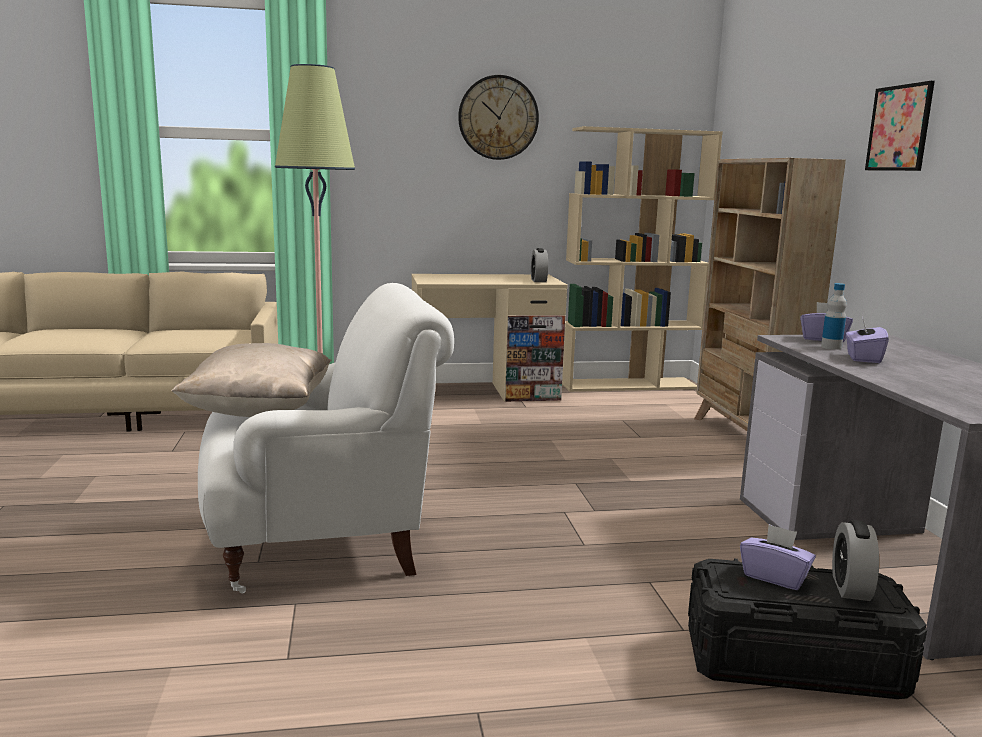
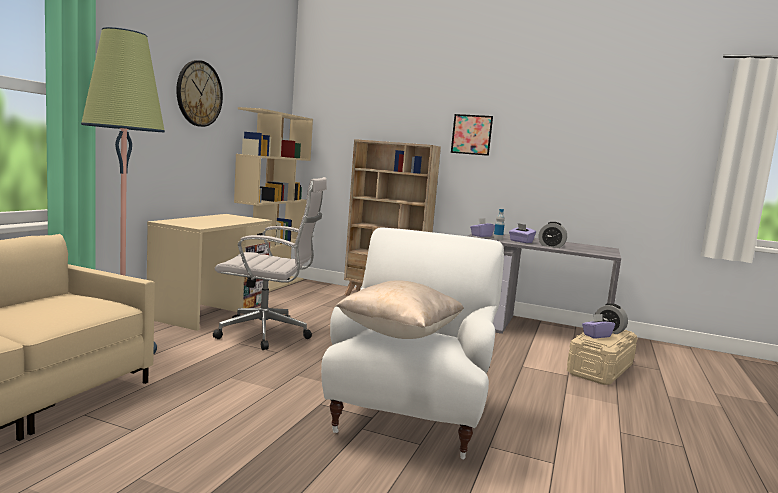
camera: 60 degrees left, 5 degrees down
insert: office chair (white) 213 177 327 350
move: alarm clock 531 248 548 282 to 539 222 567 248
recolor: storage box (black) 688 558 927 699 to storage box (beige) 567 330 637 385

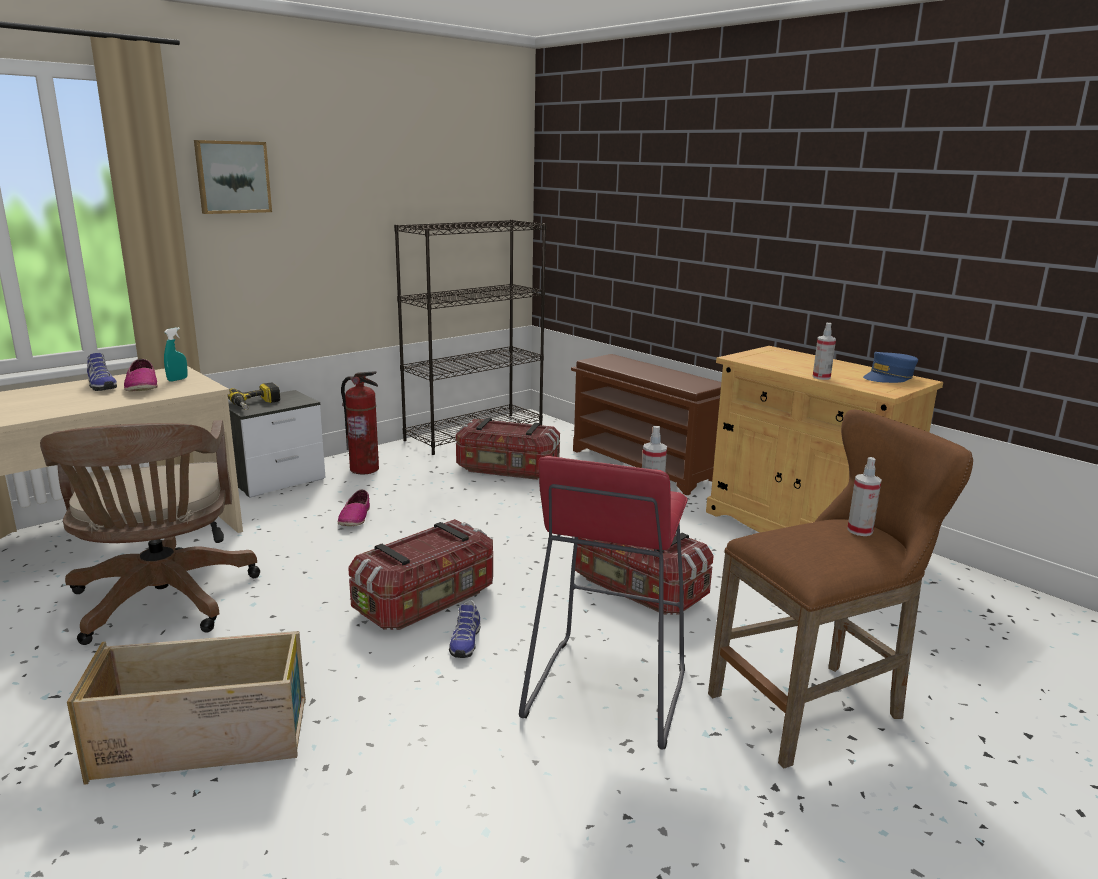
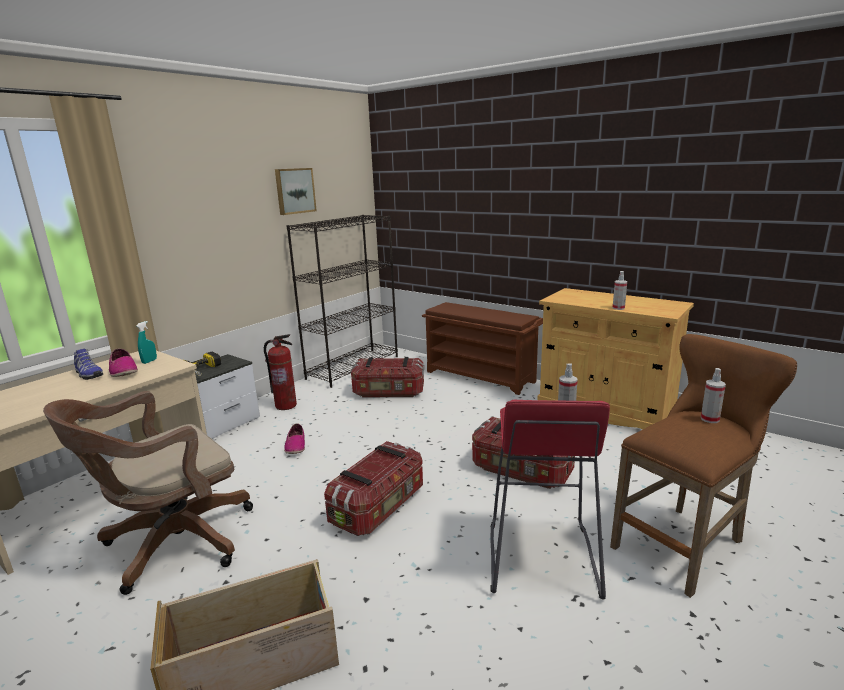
camera: 10 degrees left, 0 degrees up
delete: shoe 449 600 480 658; cap (blue) 863 352 918 383
move: picture 194 140 272 214 to 275 168 317 215
rotate: office chair (brown) 40 420 260 645 = 43 391 253 595 75 degrees clockwise

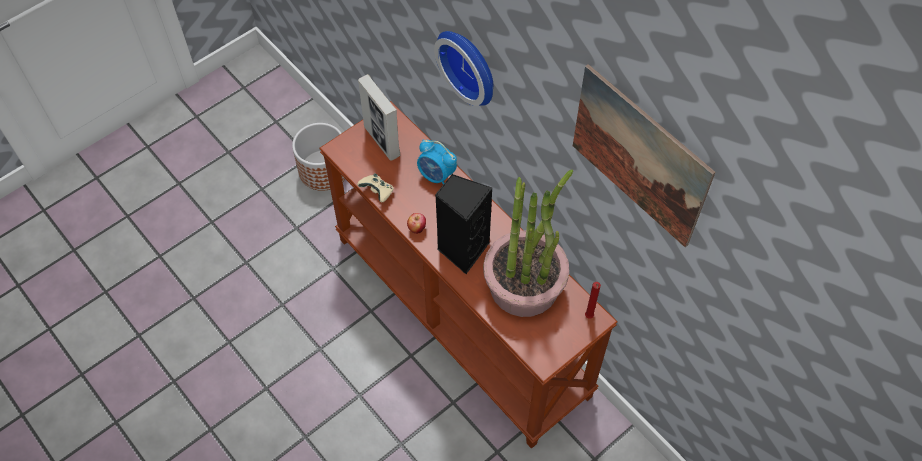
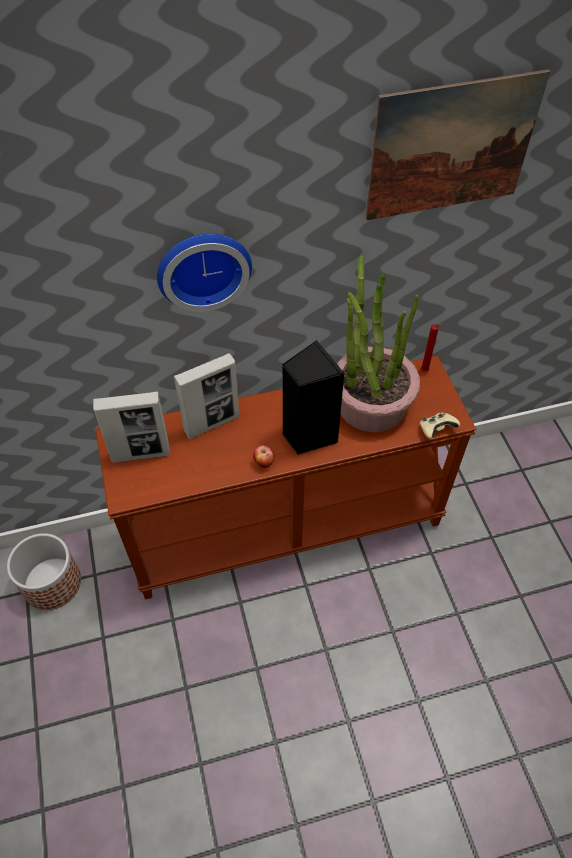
camera: 65 degrees left, 5 degrees down
move: game controller (beige) 357 173 394 202 to 420 412 460 439
replace: alarm clock 417 139 457 185 to picture frame 174 353 239 439

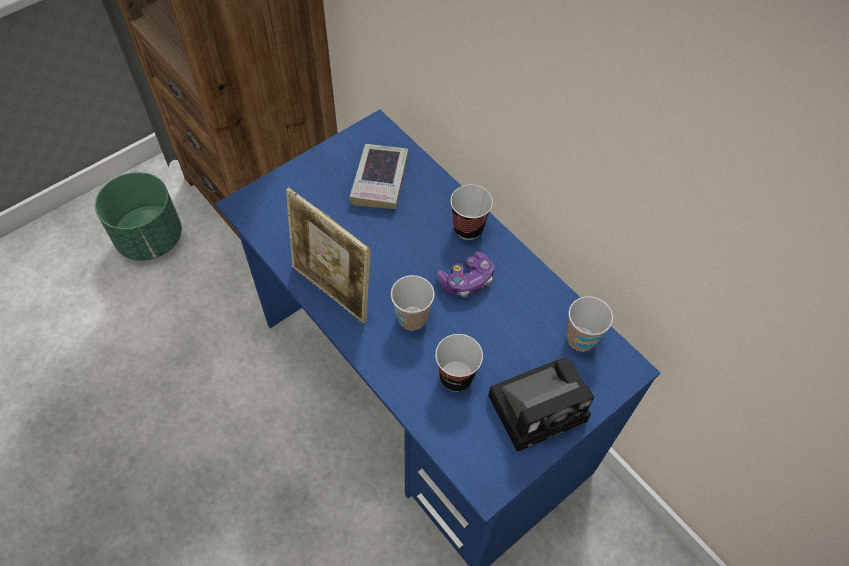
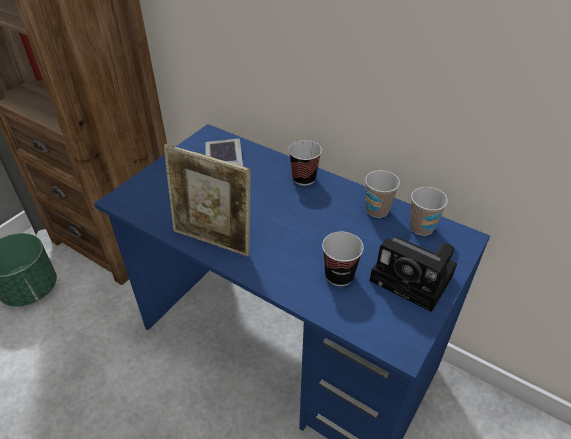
camera: 15 degrees left, 15 degrees down
delete: game controller 437 252 494 297
move: cup 391 275 435 331 to 365 170 400 218
rotate: photo camera 488 358 594 452 = 370 237 457 312 75 degrees clockwise

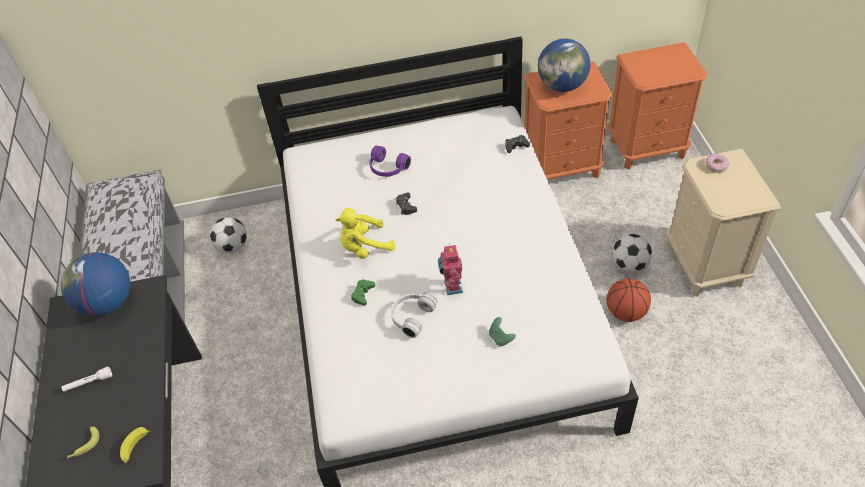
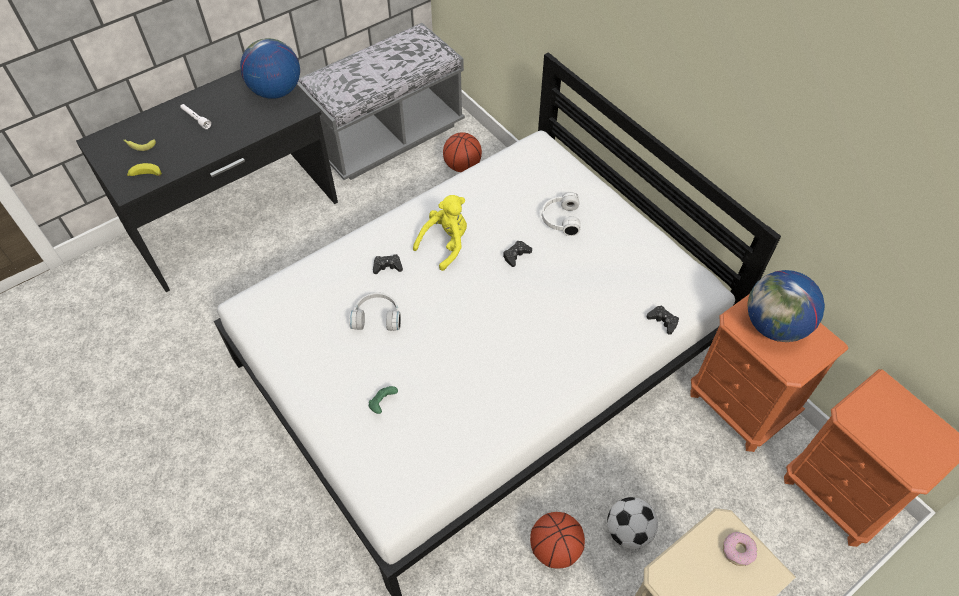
camera: 60 degrees right, 5 degrees up
delete: toy robot 438 243 463 295
replace: football 210 217 247 253 to basketball 443 132 482 172
recolor: game controller (green) 351 279 375 306 to game controller (black) 373 254 403 274; headphones (purple) 369 146 411 177 to headphones (white) 542 192 581 236
rotate: plush toy (yellow) 336 208 395 259 = 413 195 467 271 90 degrees clockwise

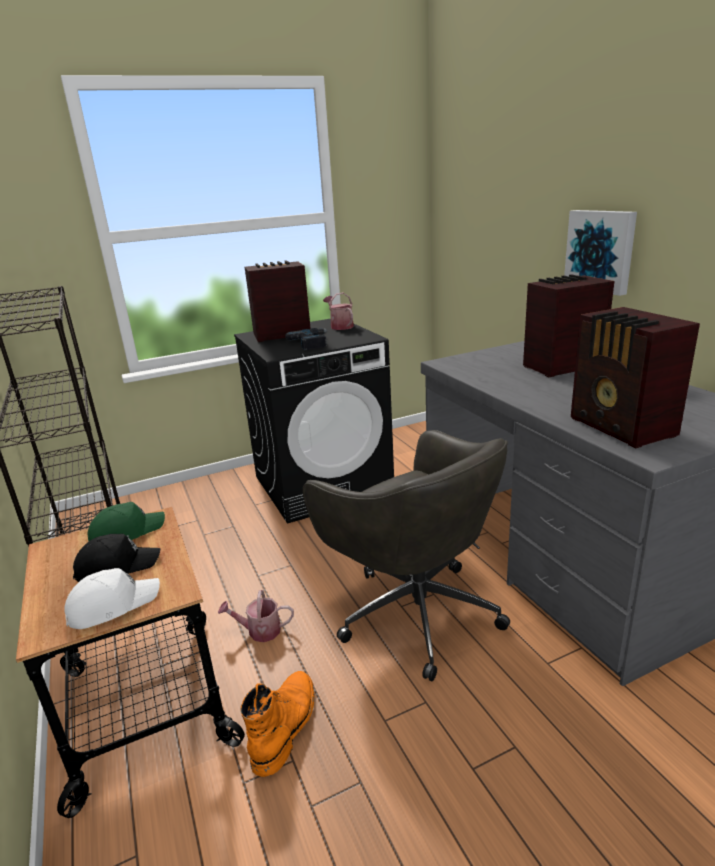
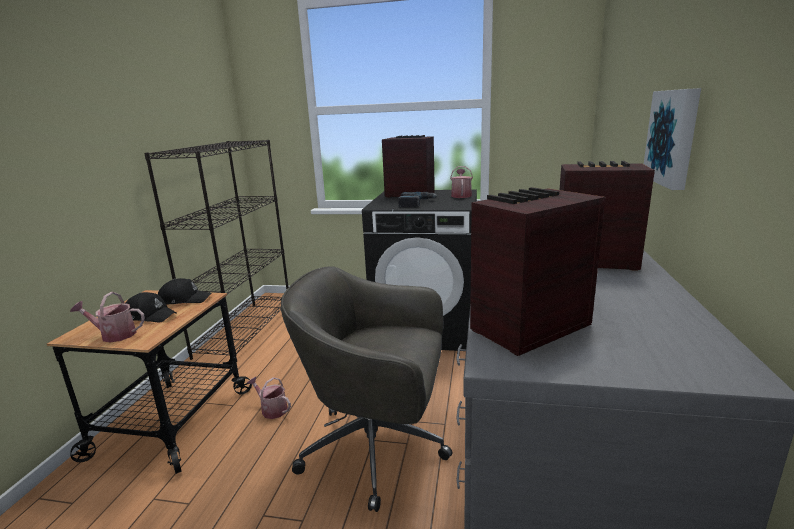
camera: 35 degrees right, 5 degrees down
delete: boot (orange) 240 671 314 777
replace: cap (white) 64 568 160 629 to watering can 70 292 145 342
recolor: cap (green) 87 502 165 542 to cap (black) 158 278 212 304
rotate: office chair (grey) 303 430 510 681 = 281 266 452 512 105 degrees clockwise; radio 571 307 700 449 = 470 187 605 356 45 degrees clockwise

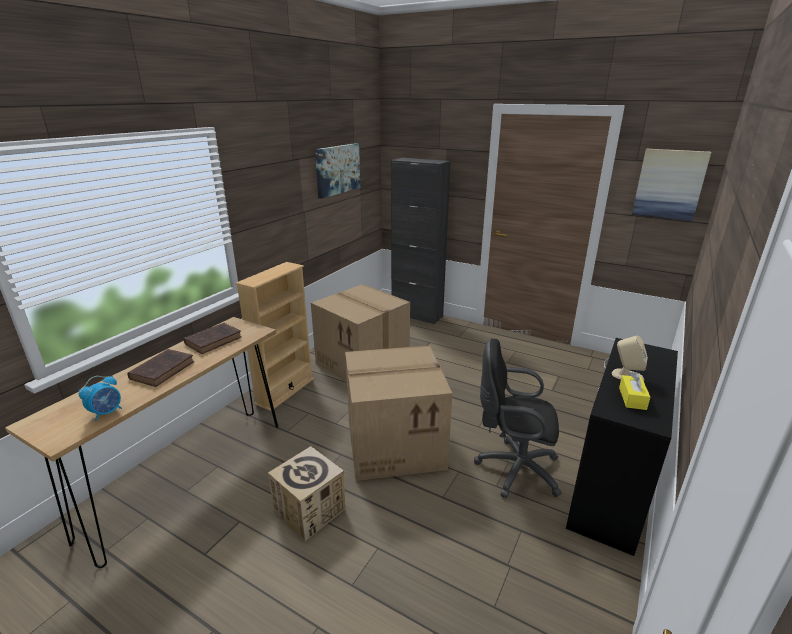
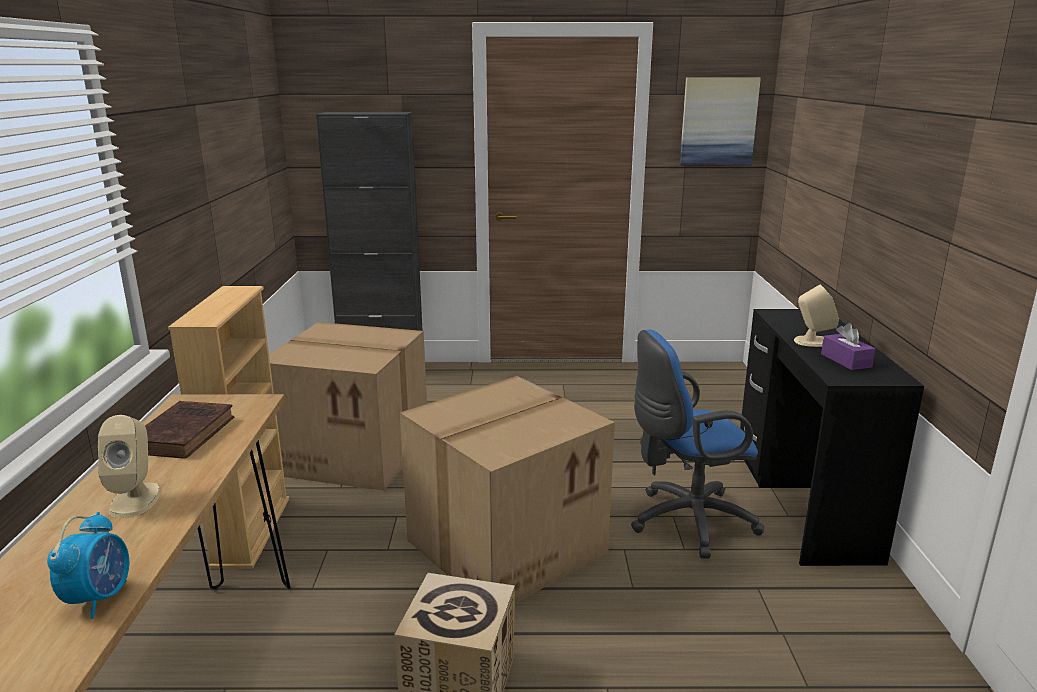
camera: 30 degrees left, 5 degrees down
delete: picture 315 143 360 199
replace: book (brown) 127 349 194 387 to speaker (beige) 98 415 161 518
recolor: office chair (black) 474 338 562 498 to office chair (blue) 631 329 764 559; tissue box (yellow) 619 372 650 410 to tissue box (purple) 821 323 875 370

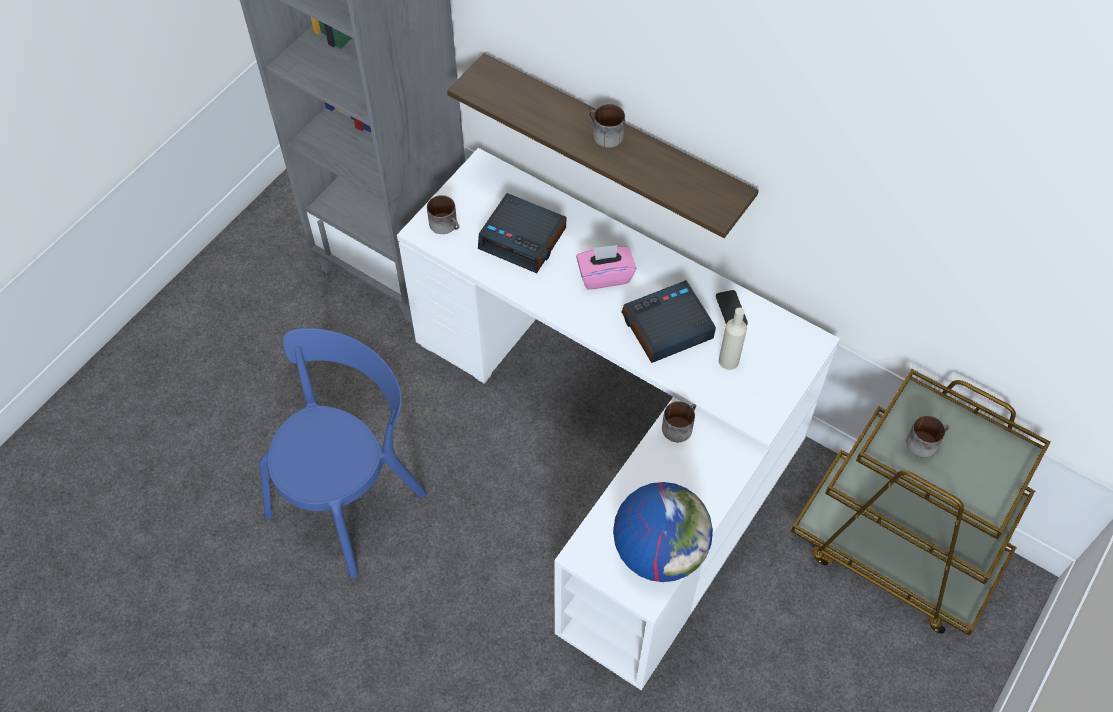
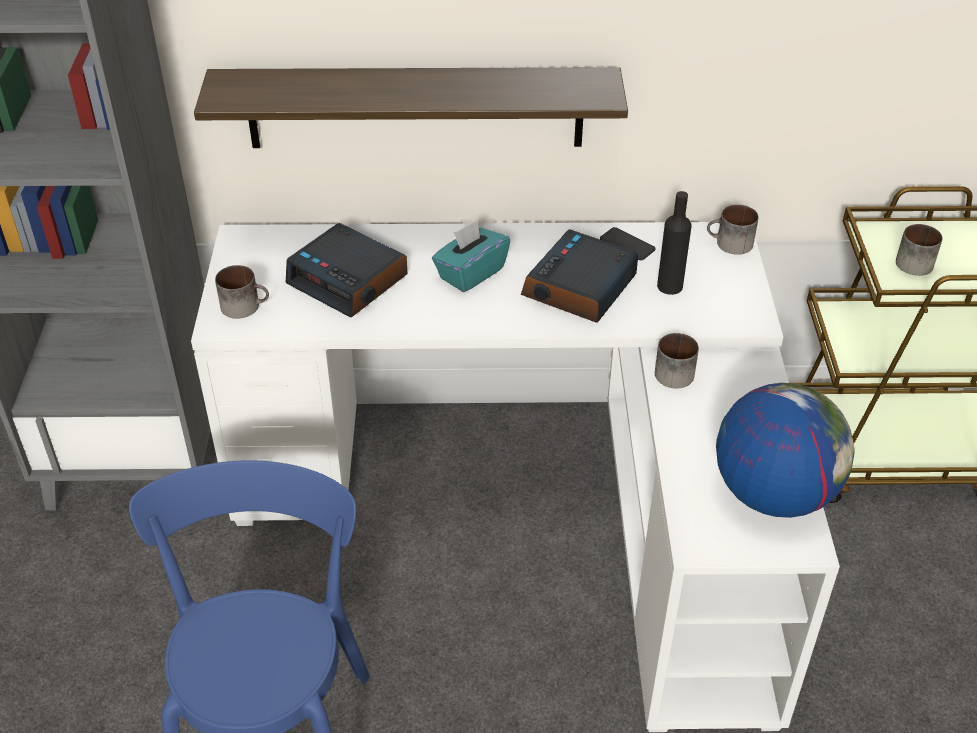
camera: 35 degrees left, 15 degrees down
move: mug 588 104 625 148 to 707 204 759 255
recolor: tissue box (pink) 576 245 636 290 to tissue box (turquoise) 432 220 511 292; bottle (beige) 719 307 747 370 to bottle (black) 657 191 692 295
rotate: alarm clock 478 193 566 273 = 286 223 407 318 45 degrees clockwise

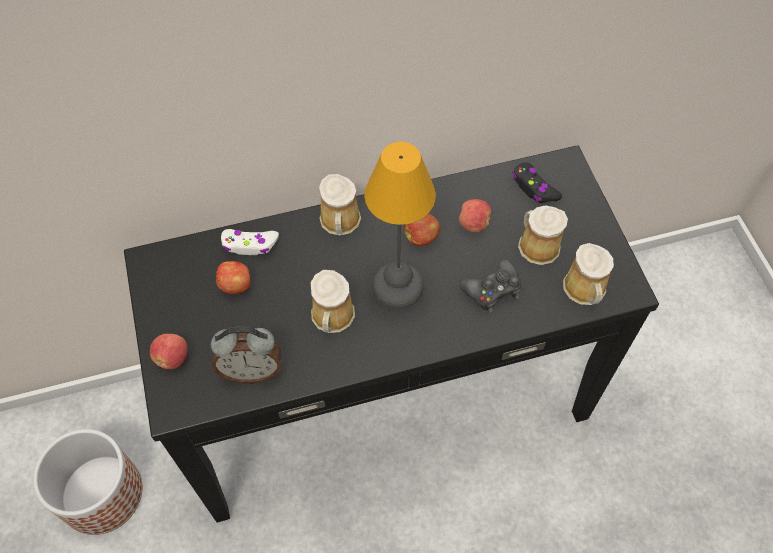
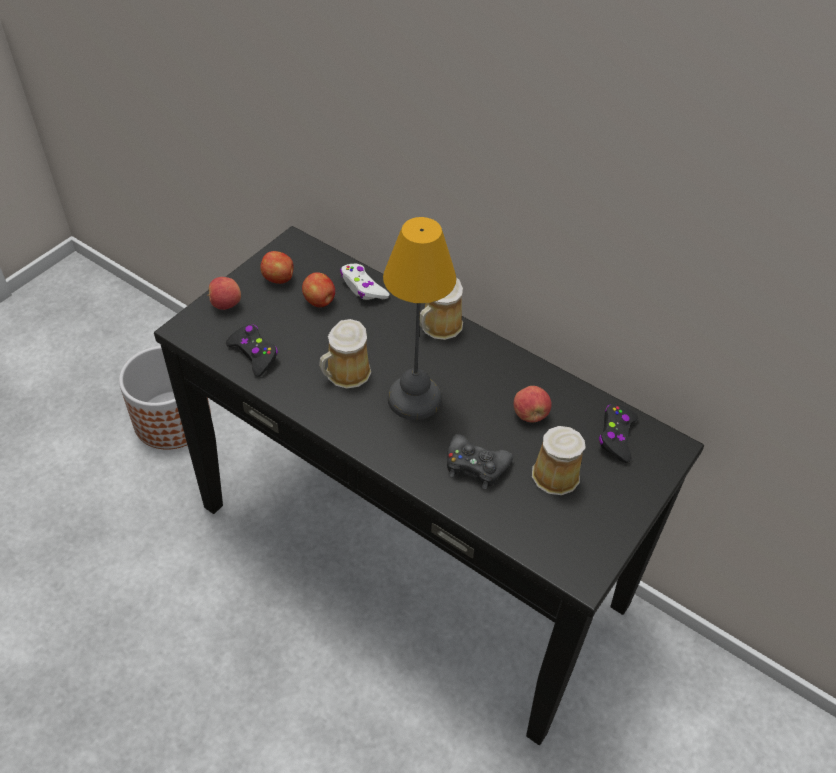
camera: 50 degrees right, 10 degrees down
delete: mug 563 243 614 305
move: apple 404 214 440 246 to 261 251 293 284
replace: alarm clock 211 327 281 384 to game controller (black) 226 324 278 377

